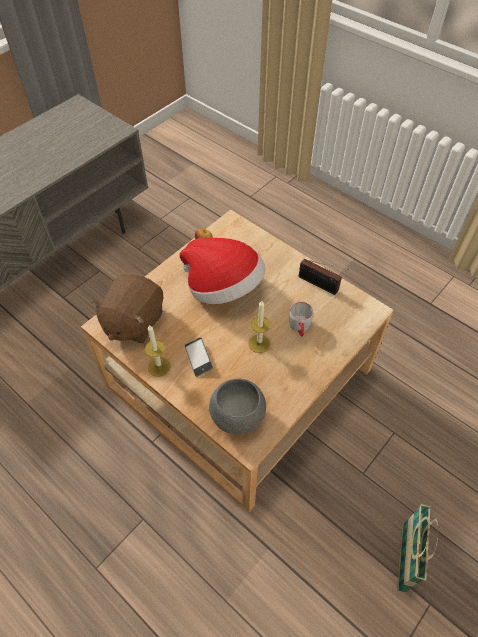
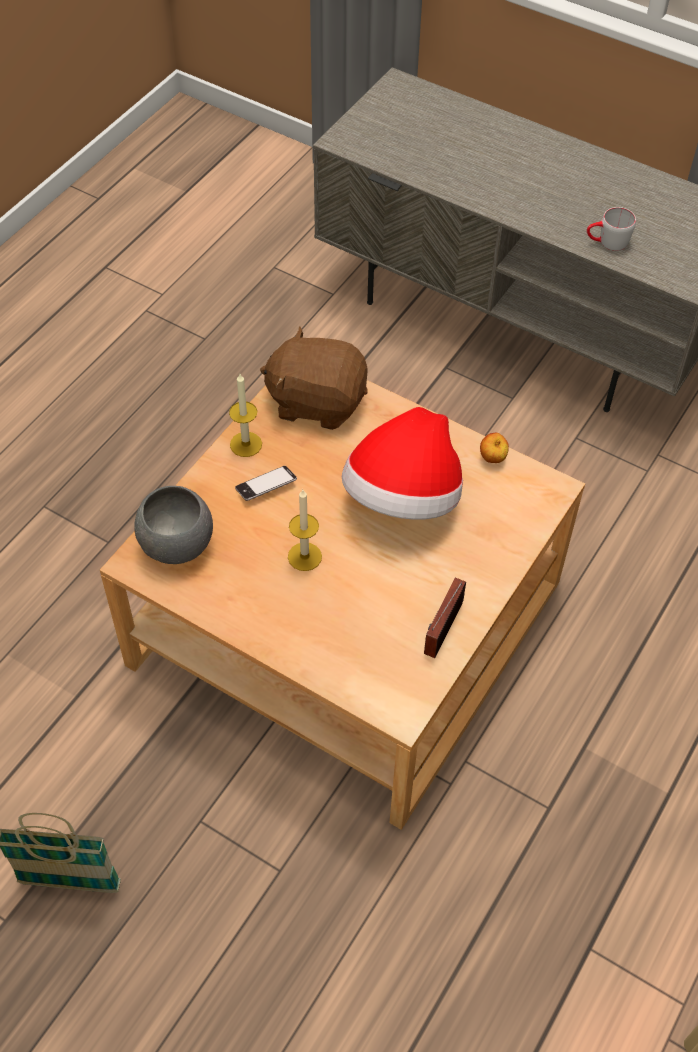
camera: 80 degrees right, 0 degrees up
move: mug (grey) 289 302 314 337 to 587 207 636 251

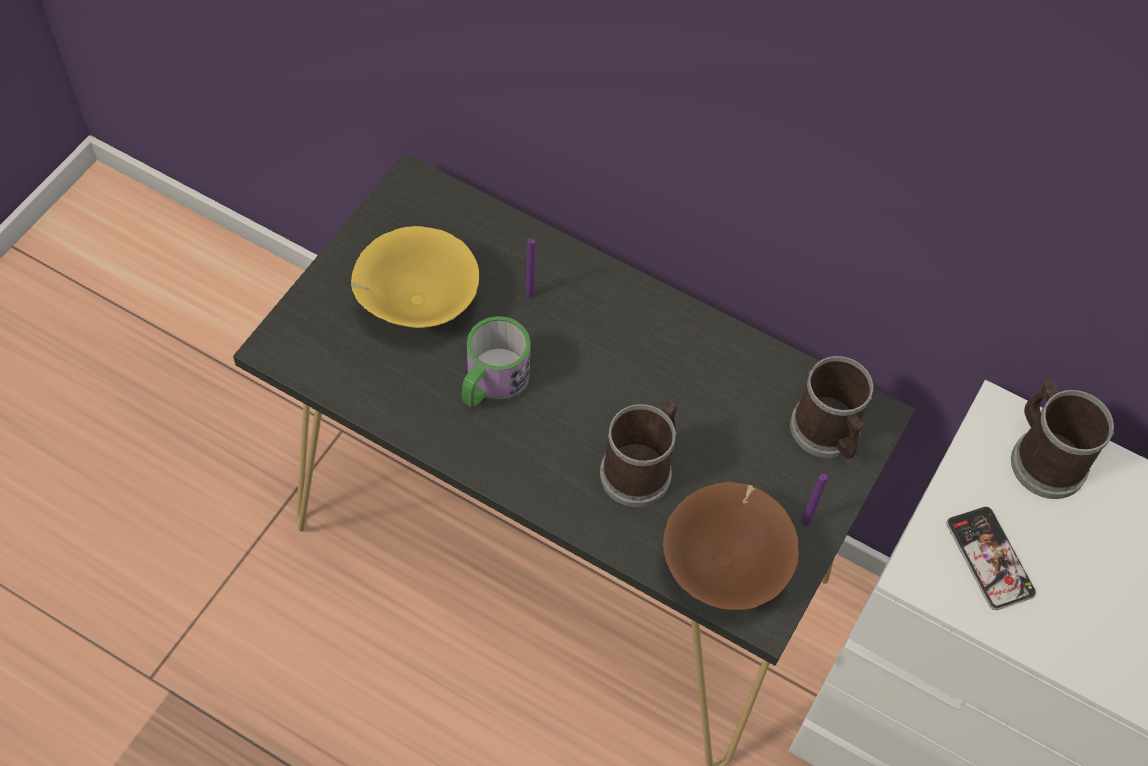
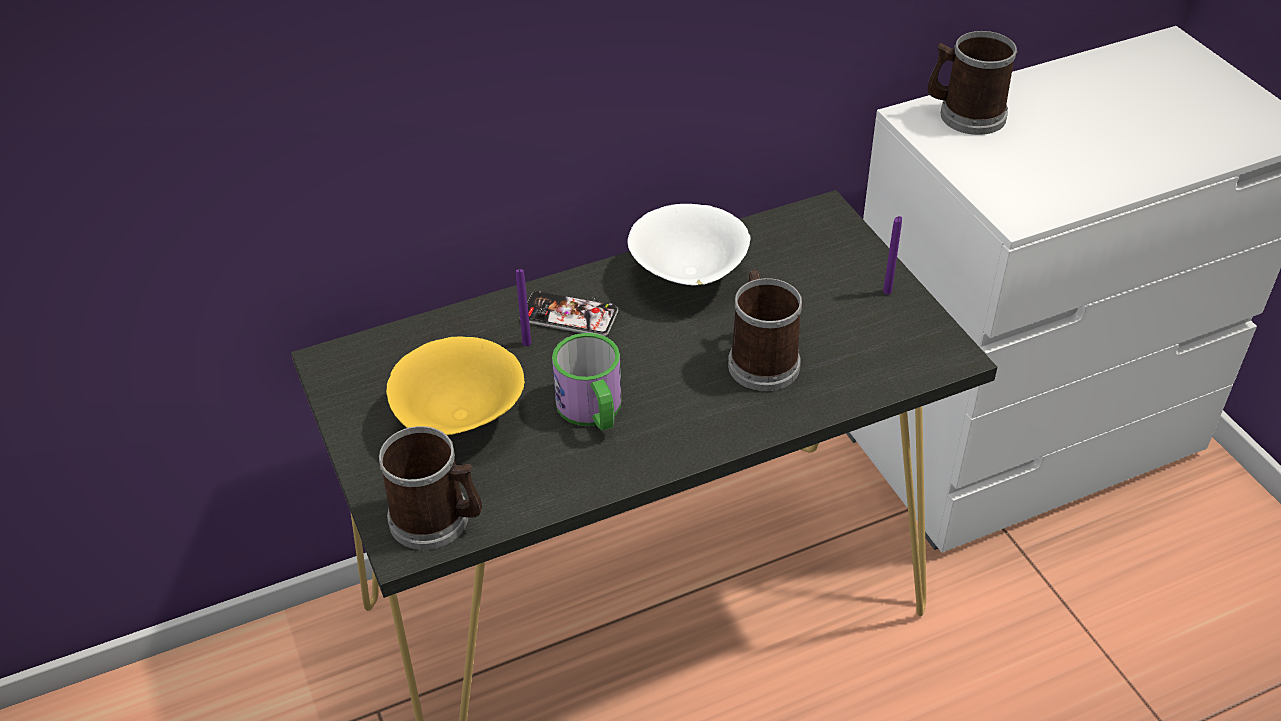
camera: 50 degrees left, 15 degrees down
delete: bowl (brown) 663 482 799 610
insert: bowl (white) 627 204 751 286
move: mug 790 356 873 459 to 379 426 482 550; phone 946 507 1036 610 to 527 291 618 336

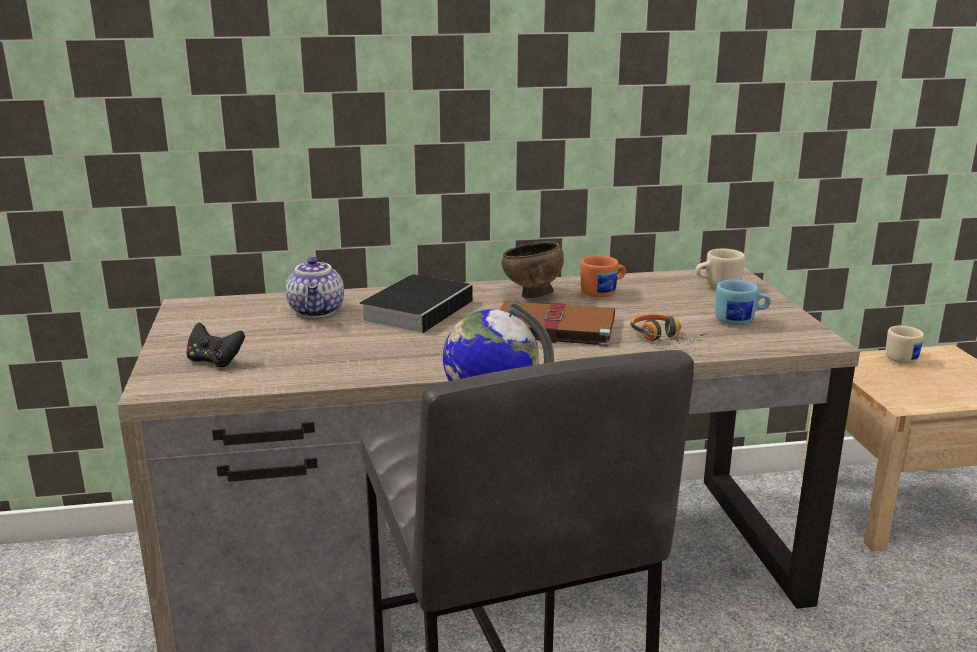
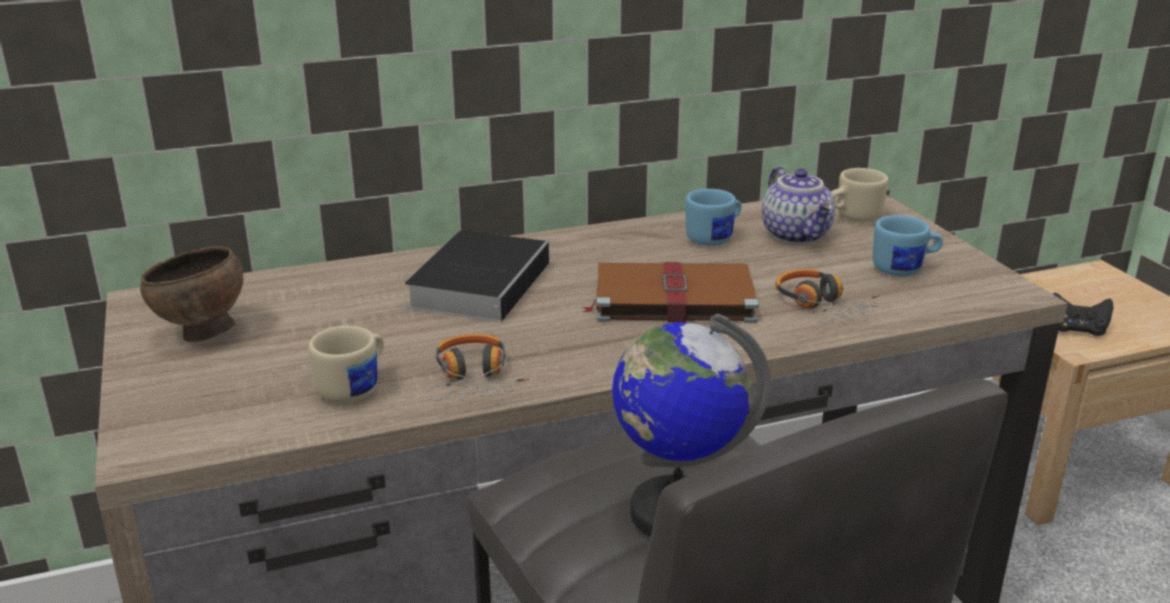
camera: 10 degrees left, 5 degrees up
insert: headphones 425 334 530 401
move: game controller (black) 186 322 245 367 to 1053 293 1113 336; teapot 286 257 344 318 to 762 167 835 244; bowl (brown) 502 241 564 298 to 140 246 243 342; mug (beige) 886 326 924 364 to 308 326 384 404
recolor: mug (orange) 581 255 626 297 to mug (blue) 686 189 741 246

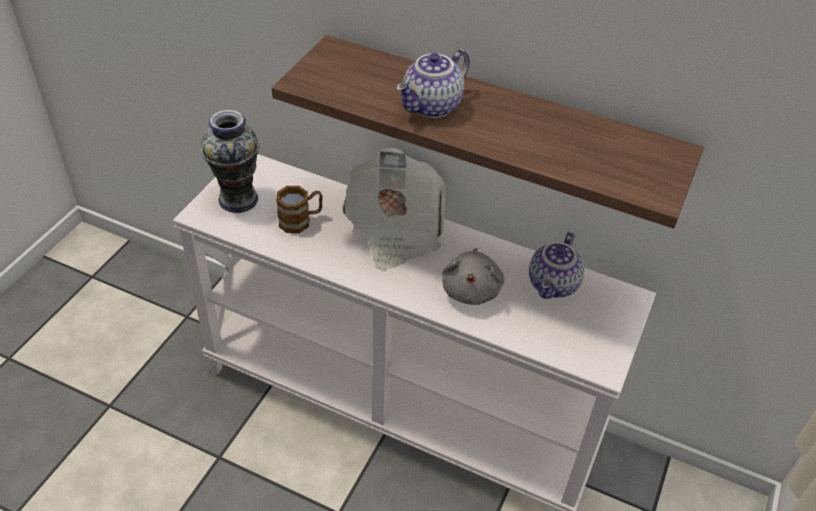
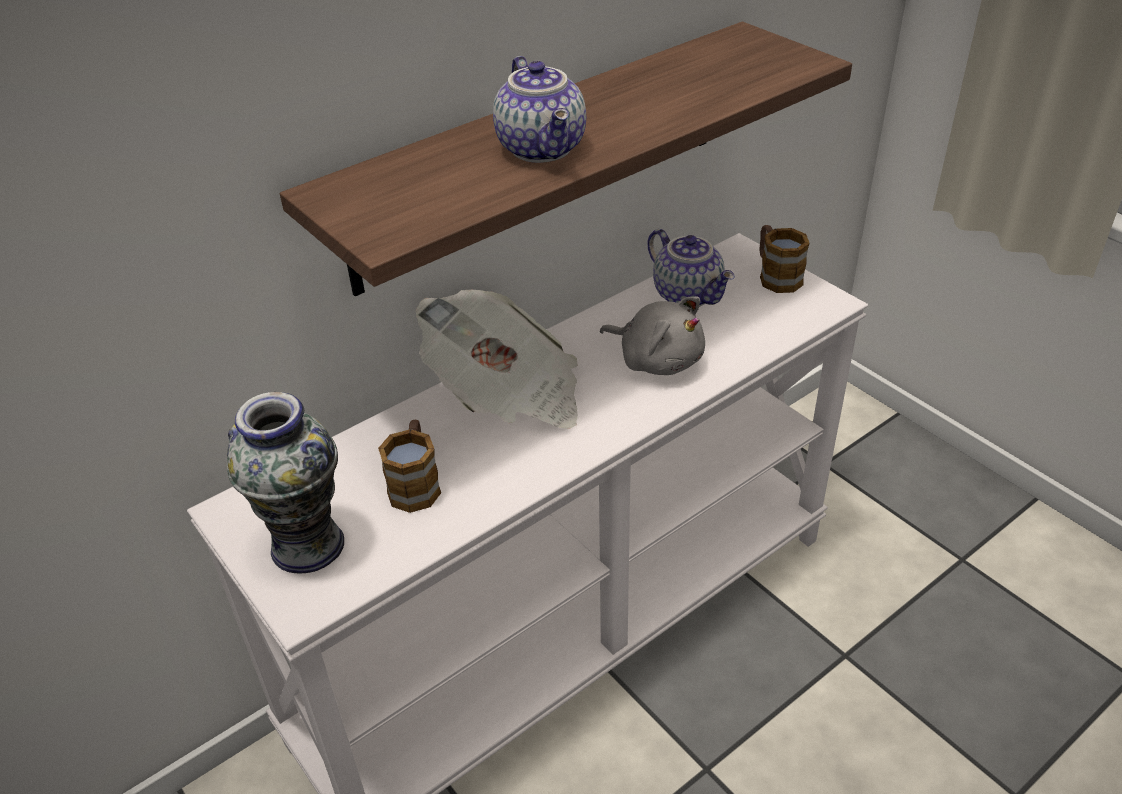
camera: 60 degrees left, 5 degrees down
insert: mug 759 225 810 293

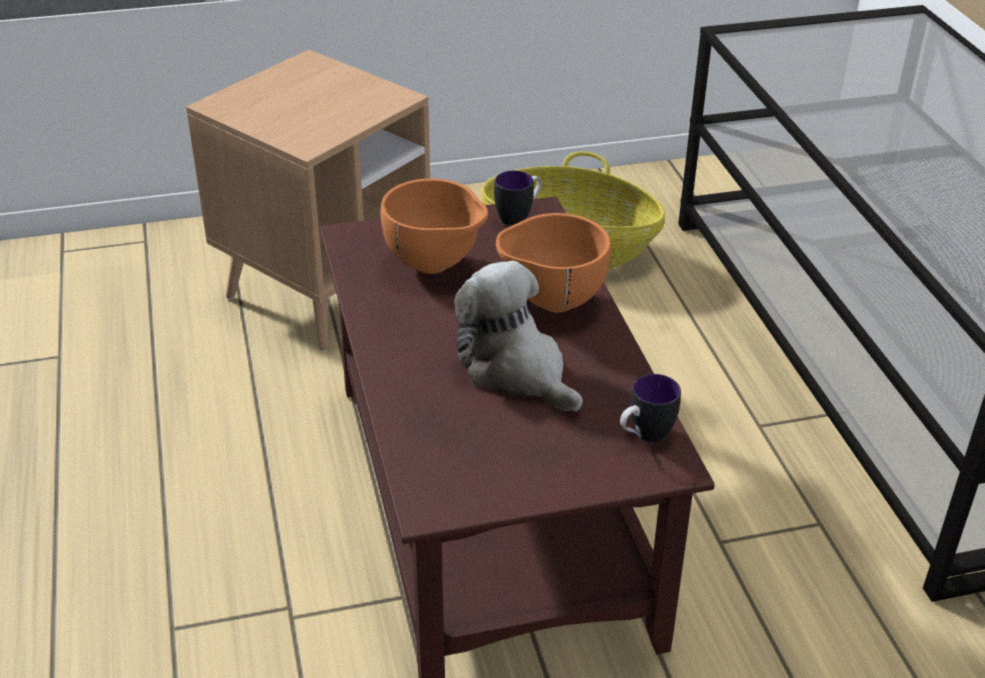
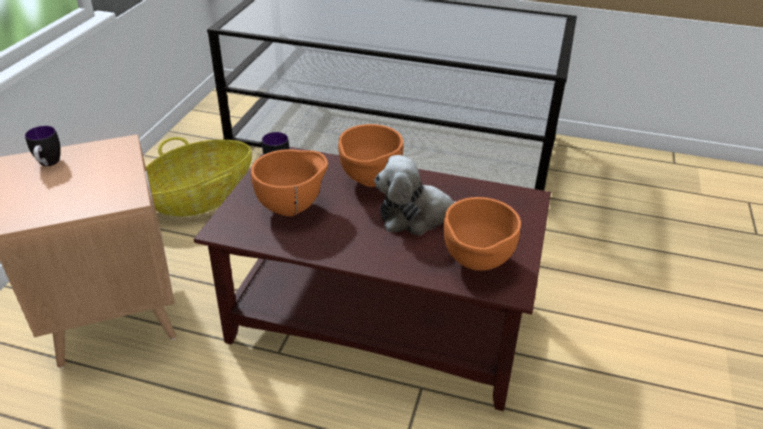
camera: 60 degrees left, 0 degrees up
insert: bowl (orange) 444 197 521 271
move: mug 620 374 681 442 to 25 126 61 166

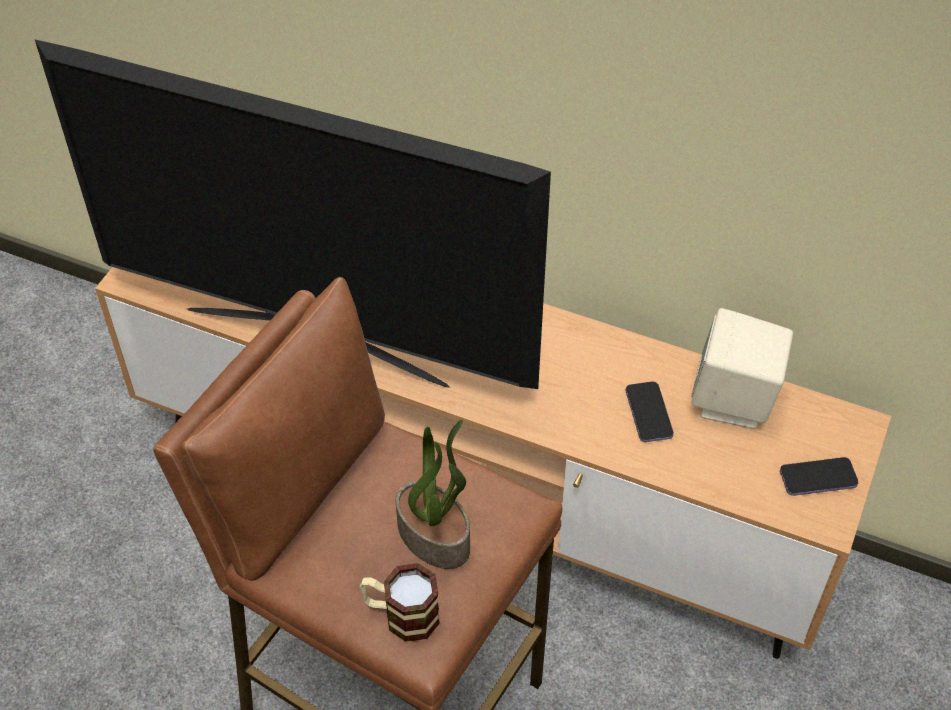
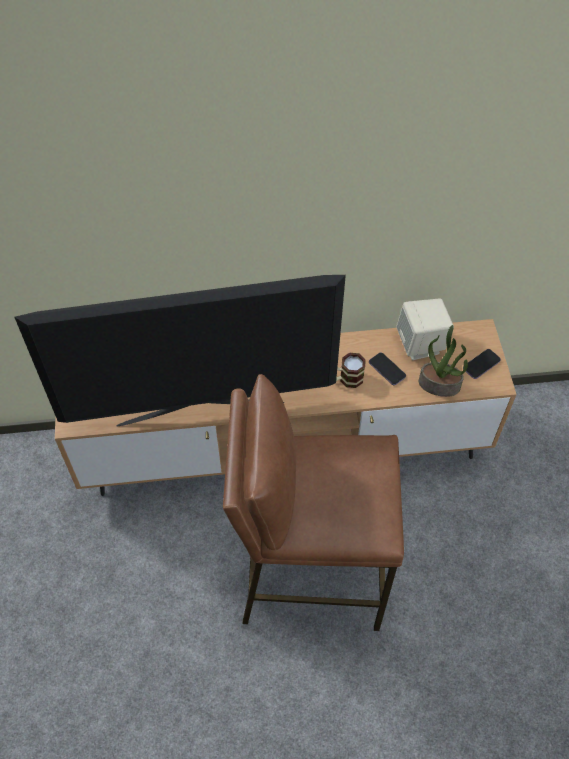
camera: 30 degrees left, 5 degrees up
move: mug 360 563 440 642 to 336 353 366 388; potted plant 396 420 470 569 to 419 325 468 397

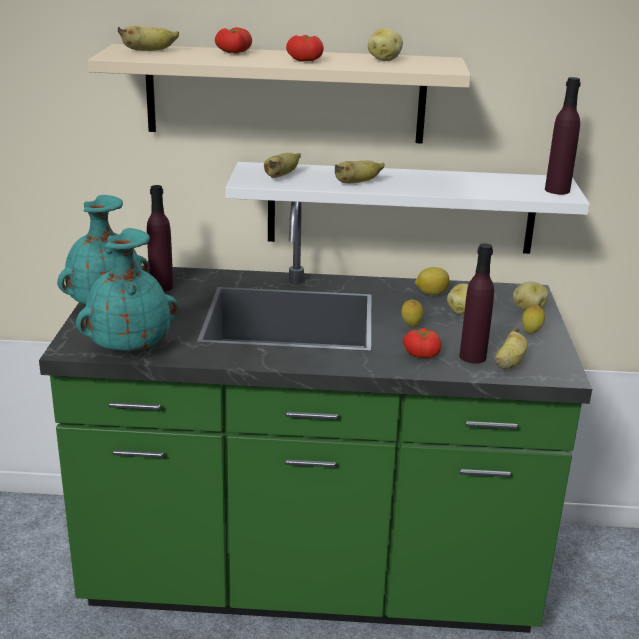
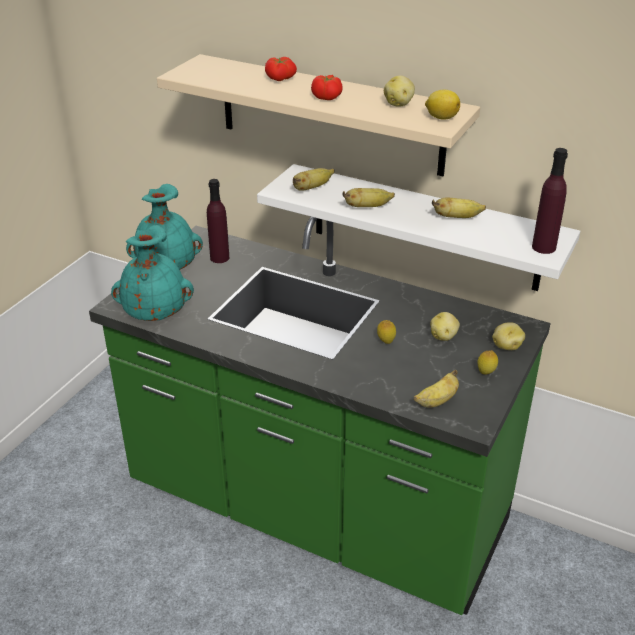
camera: 25 degrees right, 10 degrees up
delete: tomato 403 328 441 358; bottle (purple) 459 243 494 364
move: banana 118 26 179 51 to 432 198 486 218; lemon 415 267 449 295 to 425 90 460 120

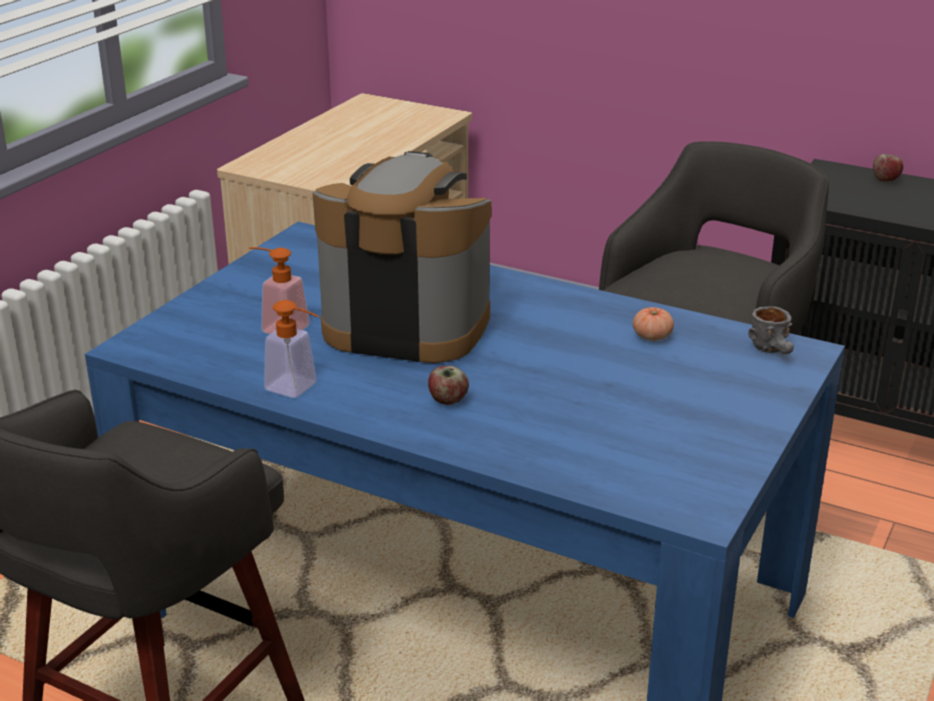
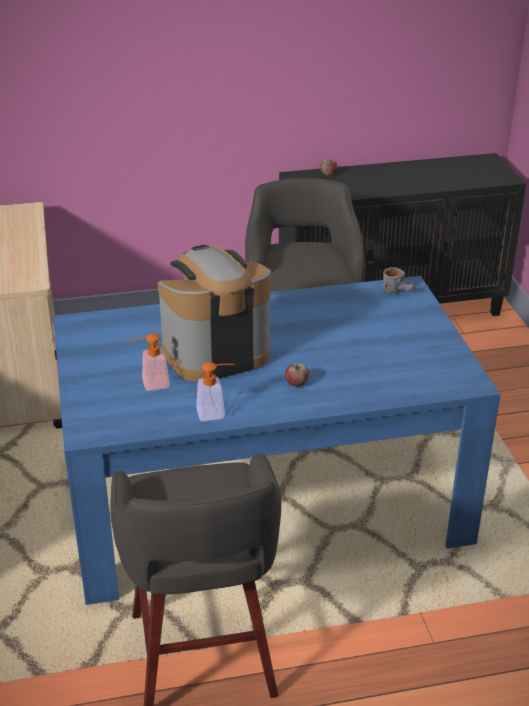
camera: 40 degrees left, 5 degrees up
delete: tomato 633 307 674 341

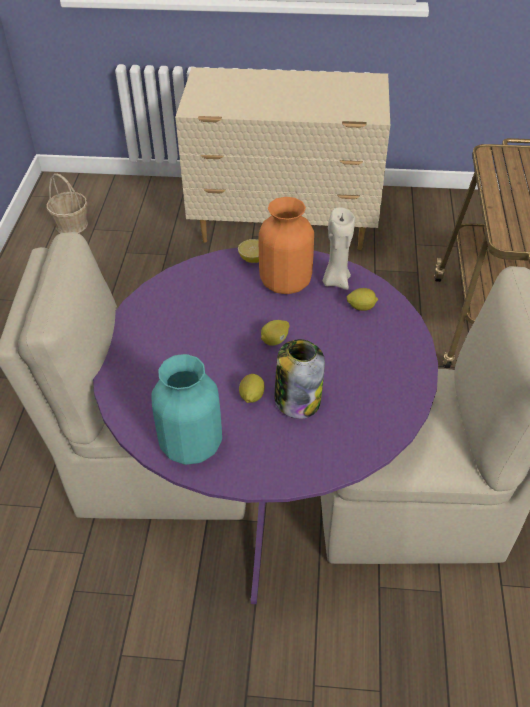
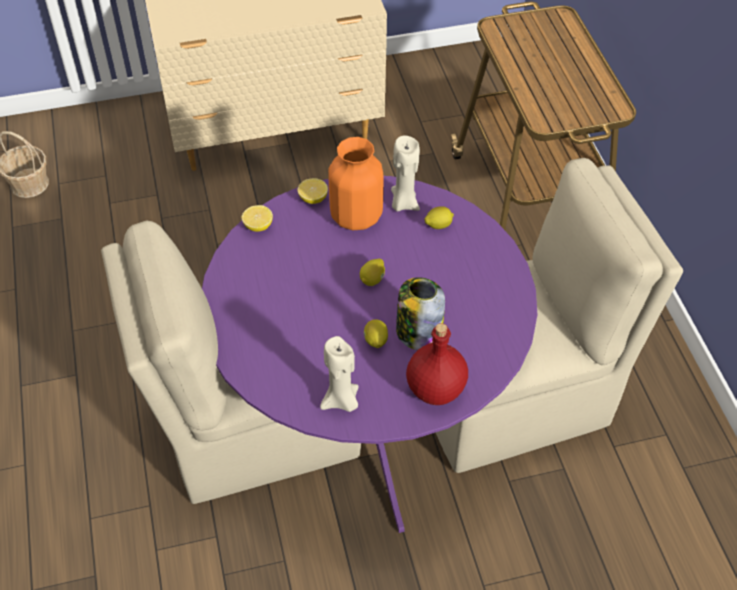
camera: 20 degrees left, 5 degrees up
insert: lemon 242 205 273 232; bottle (red) 406 323 468 405
replace: vase (turquoise) 151 354 222 465 to candle (beige) 320 336 359 412

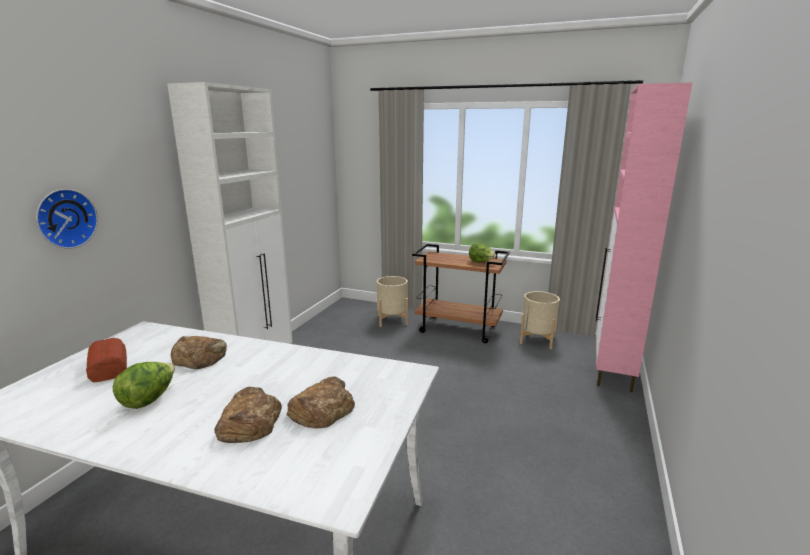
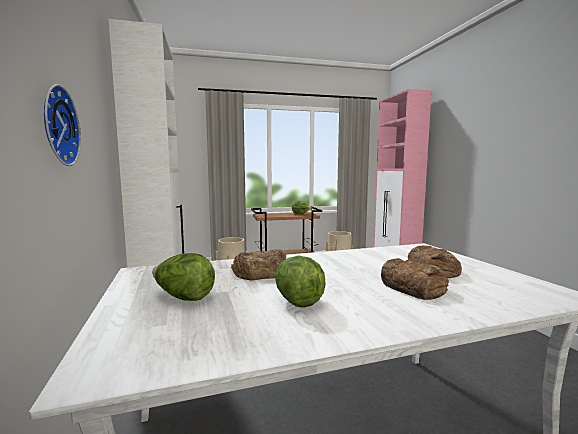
camera: 35 degrees left, 10 degrees down
replace: bread 86 338 127 382 to lettuce 152 253 215 301

